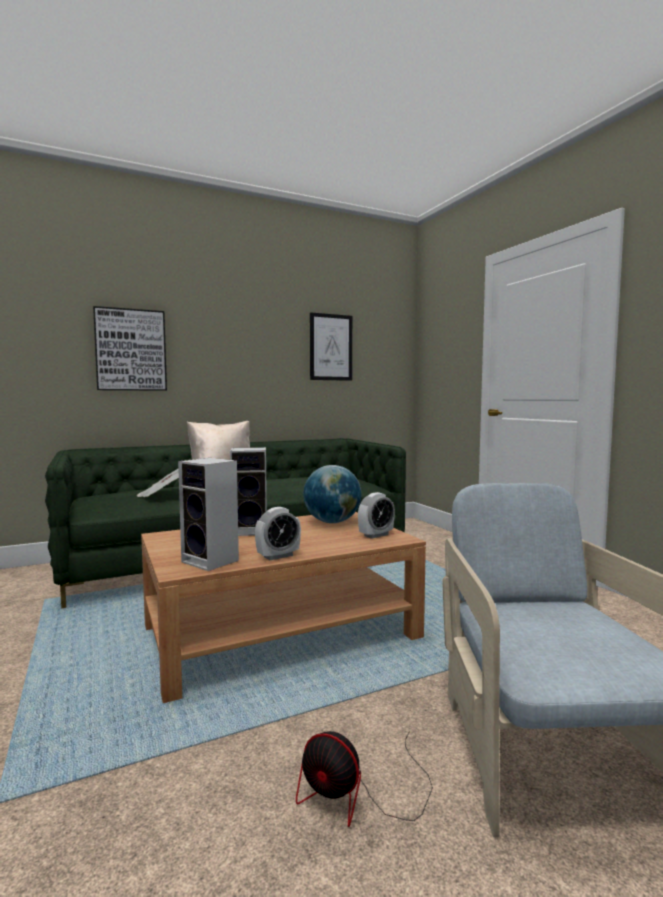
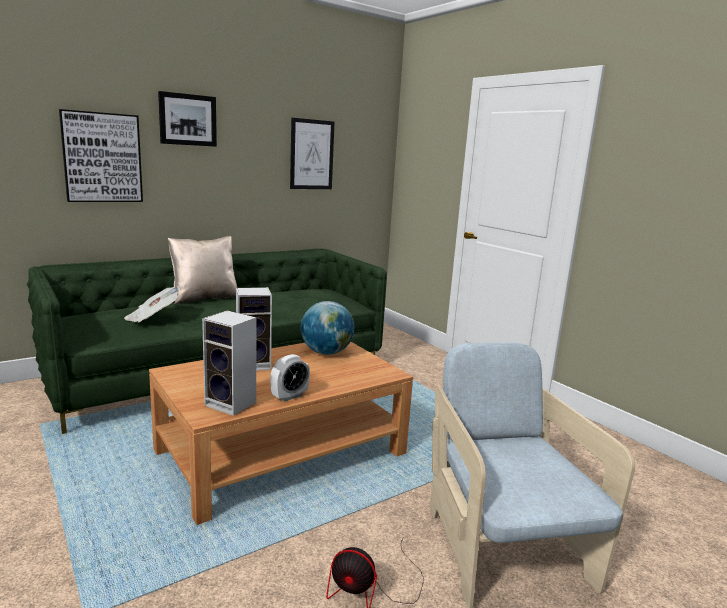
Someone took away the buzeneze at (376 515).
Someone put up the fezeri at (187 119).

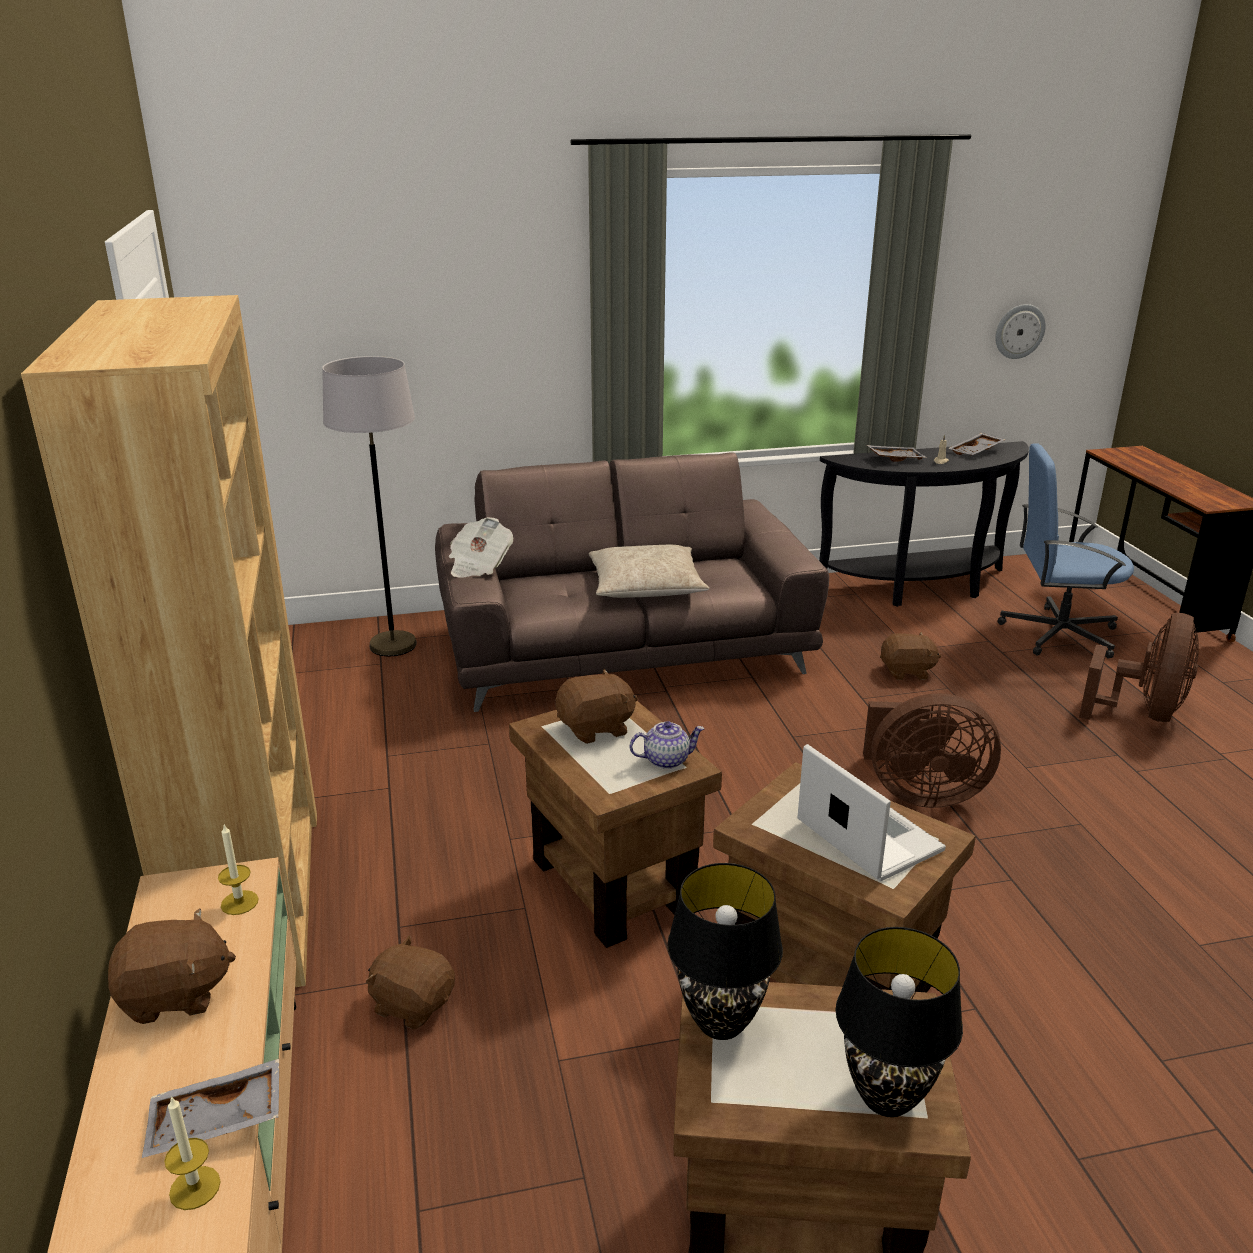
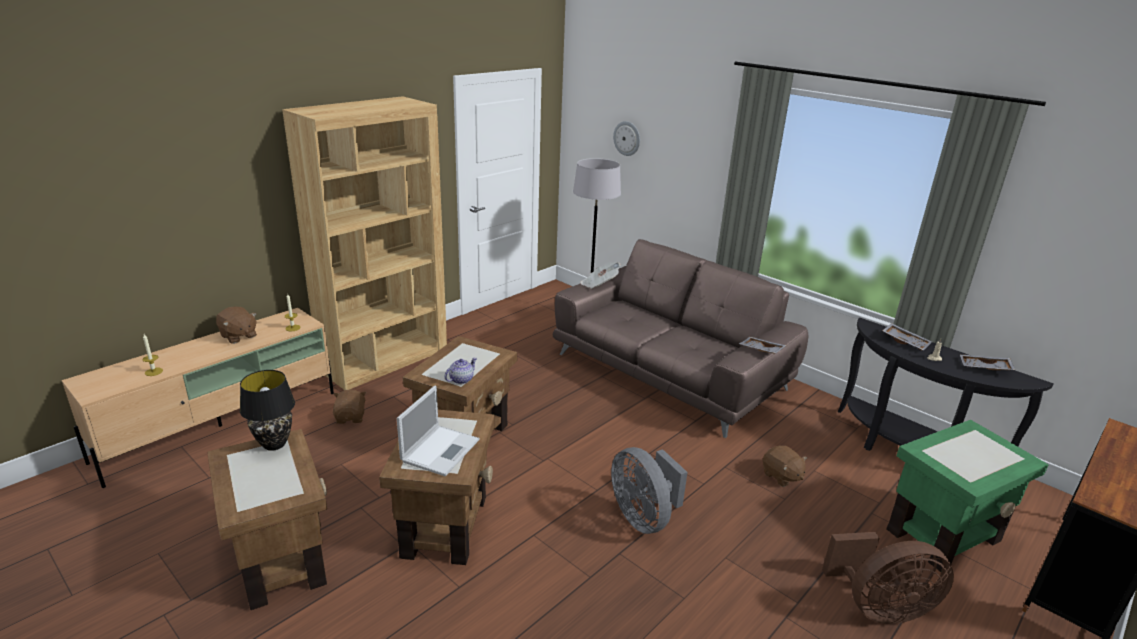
Someone carried the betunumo from (1020 331) to (626 138).
Someone swapped the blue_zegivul at (1065 550) for the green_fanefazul at (967 496).
Someone took away the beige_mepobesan at (649 571).
Someone took away the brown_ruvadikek at (597 706).
Someone repainted the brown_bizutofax at (932 750), which became the grey_bizutofax at (649 490).
Someone rotated the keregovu at (667 745) by 90 degrees counterclockwise.
Someone took away the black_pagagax at (899 1022).
Someone carried the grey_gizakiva from (210 1108) to (763 345).

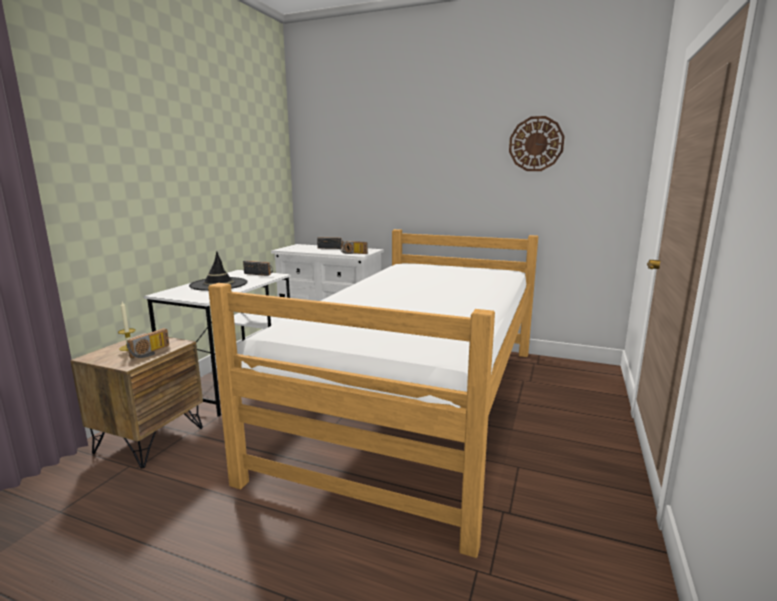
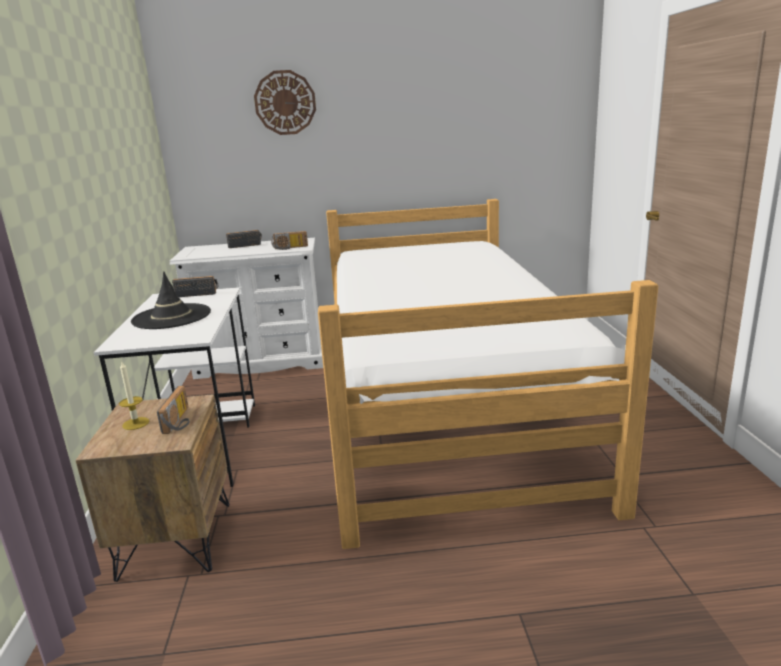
Someone carried the betunumo from (537 143) to (285 102).

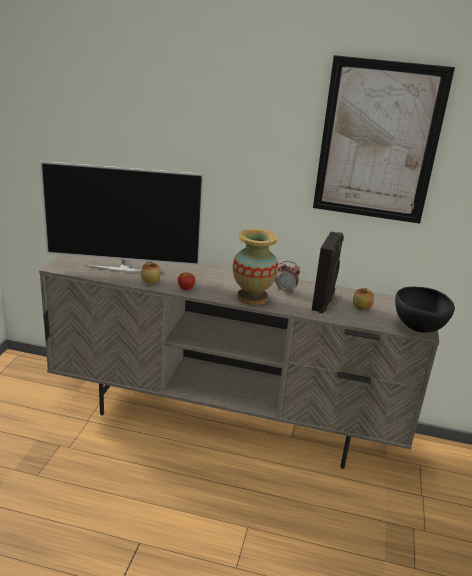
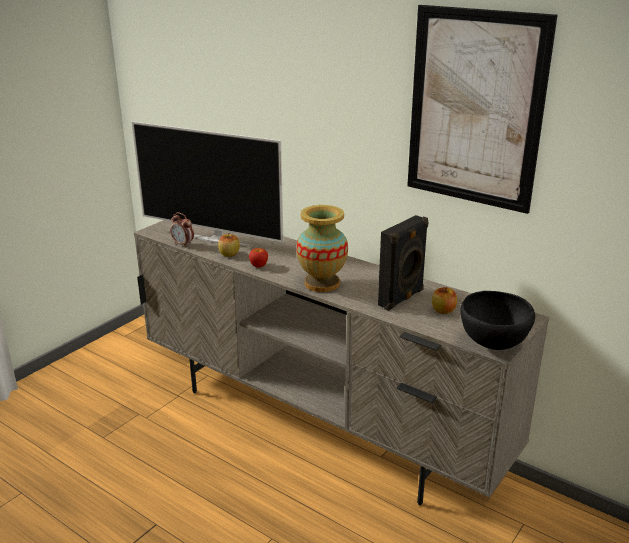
Someone carried the buzeneze from (287 277) to (182 229).

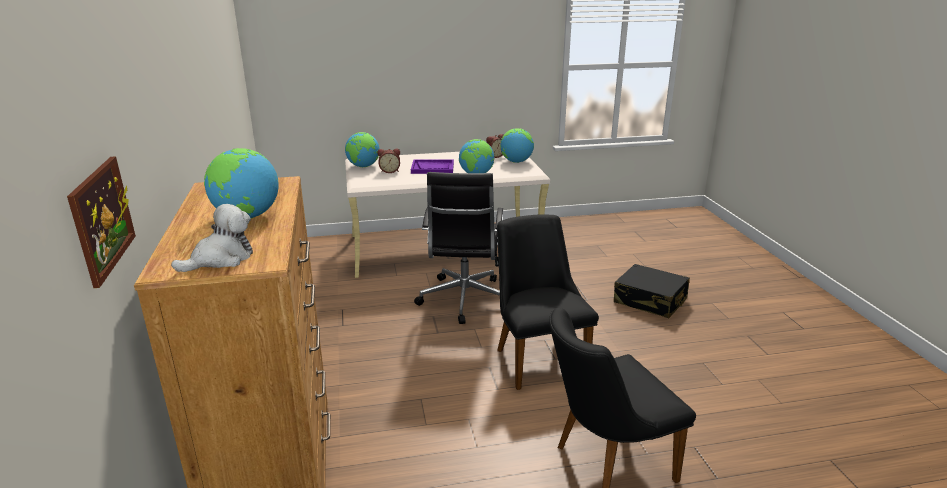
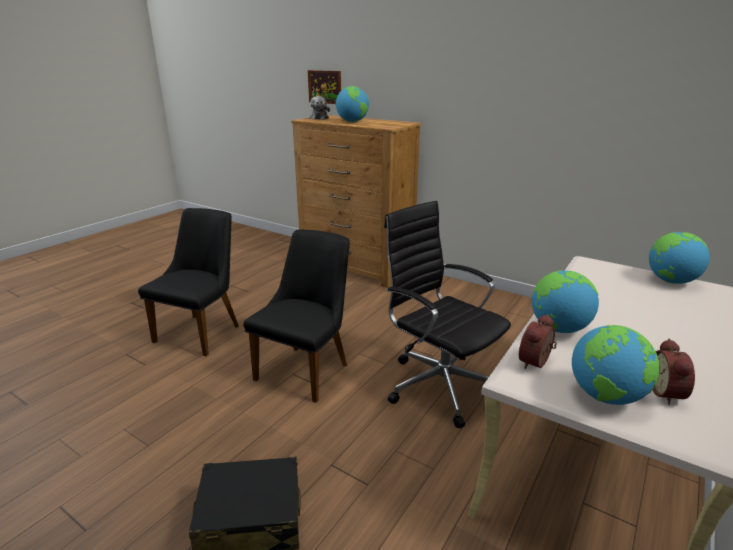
Someone carried the buzeneze from (388 161) to (538 341).
Someone took away the purple_gizakiva at (432 167).
Someone rotated the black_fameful at (548 302) by 90 degrees counterclockwise.

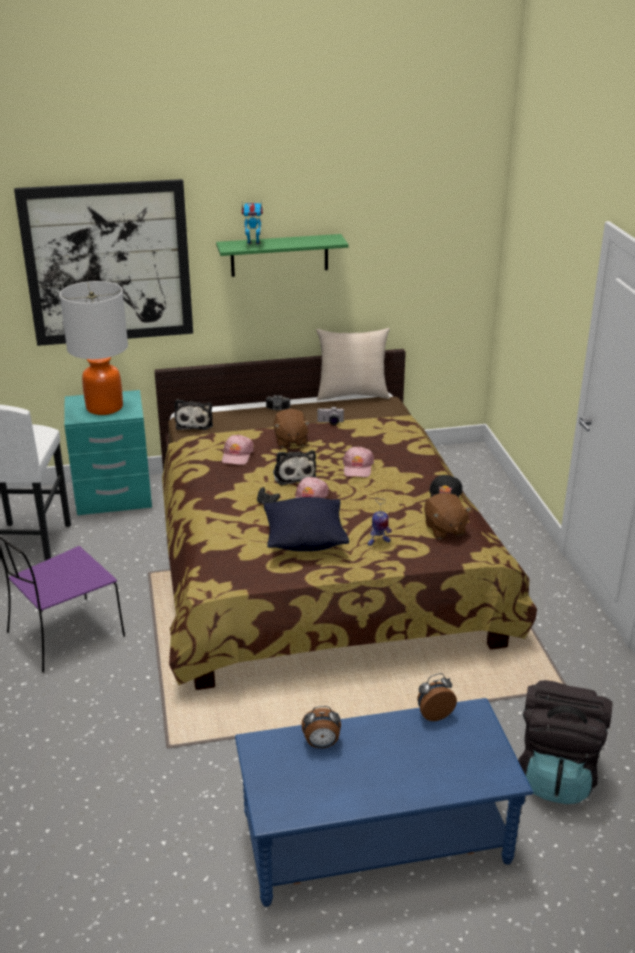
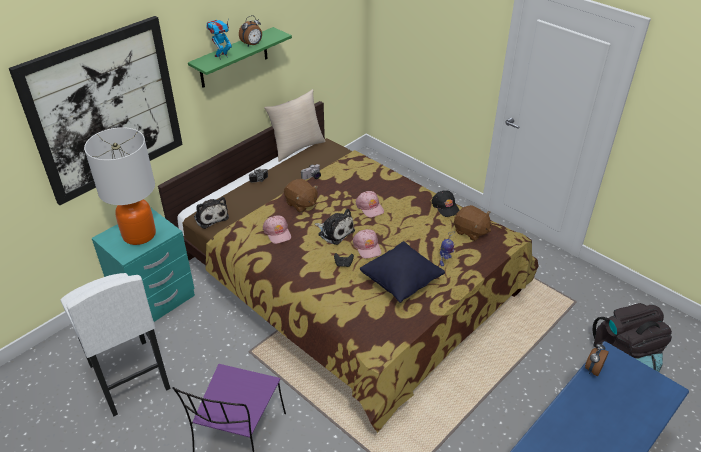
Someone carried the buzeneze from (321 727) to (250 30).

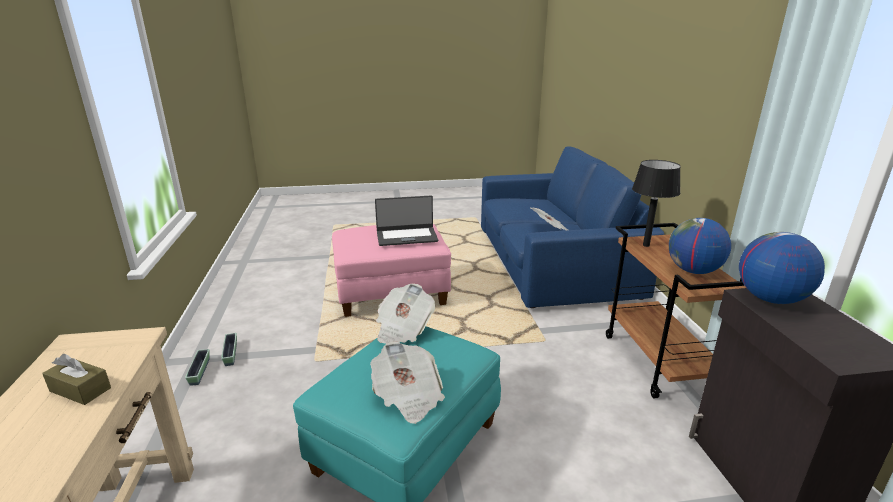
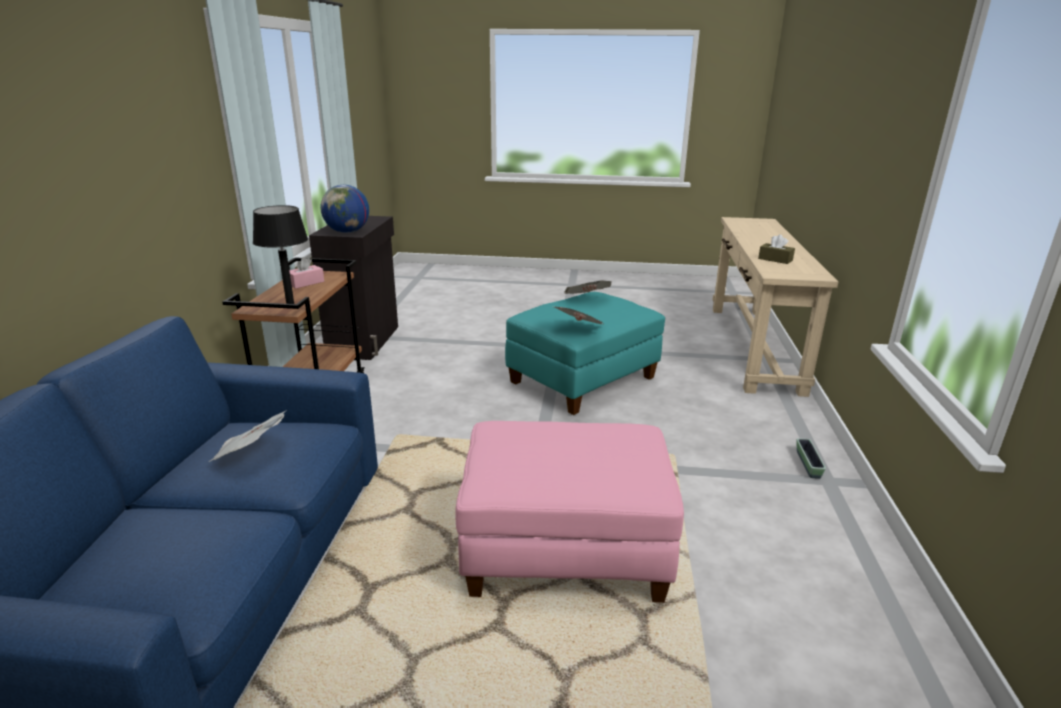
Someone took away the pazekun at (406 220).
Someone swapped the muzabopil at (700 246) for the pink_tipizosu at (306 273).
Someone took away the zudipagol at (229 349).

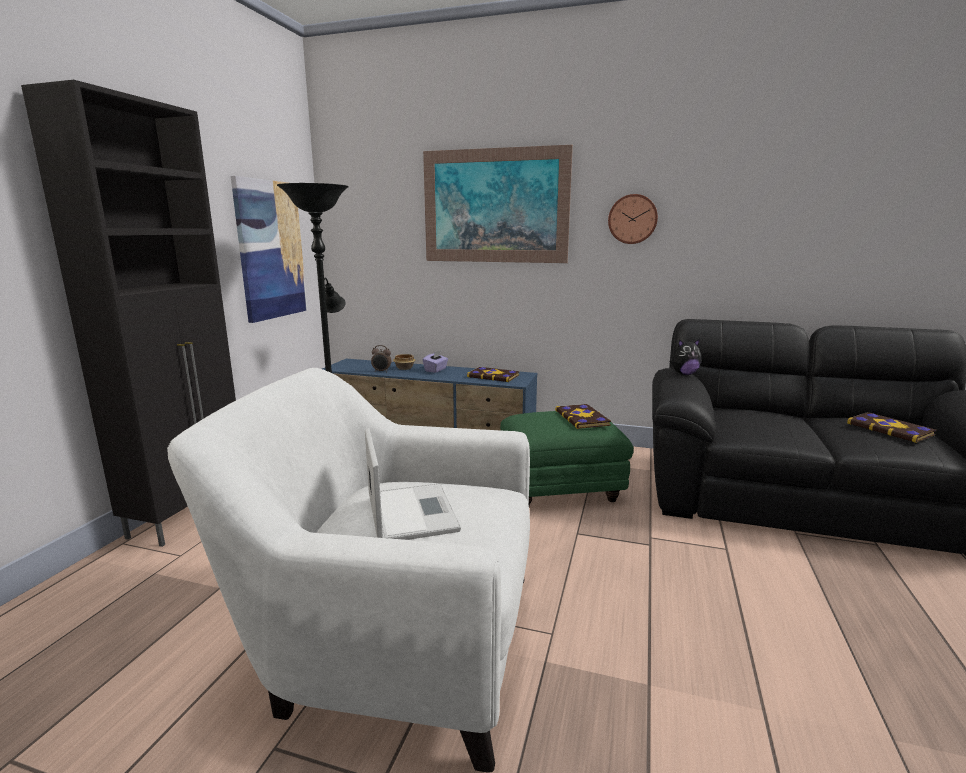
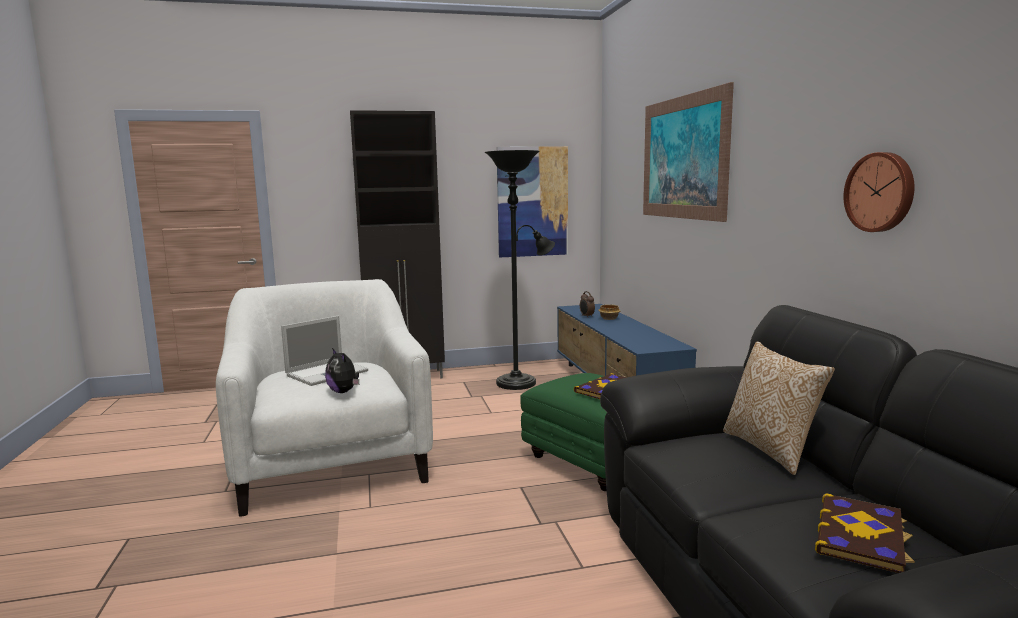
Someone carried the betunumo from (633 219) to (879 192).
Someone carried the ruvadikek from (686 357) to (342 370).
Someone took away the purple_tipizosu at (435 361).
Someone took away the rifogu at (493 374).
Someone put down the mepobesan at (779 408).

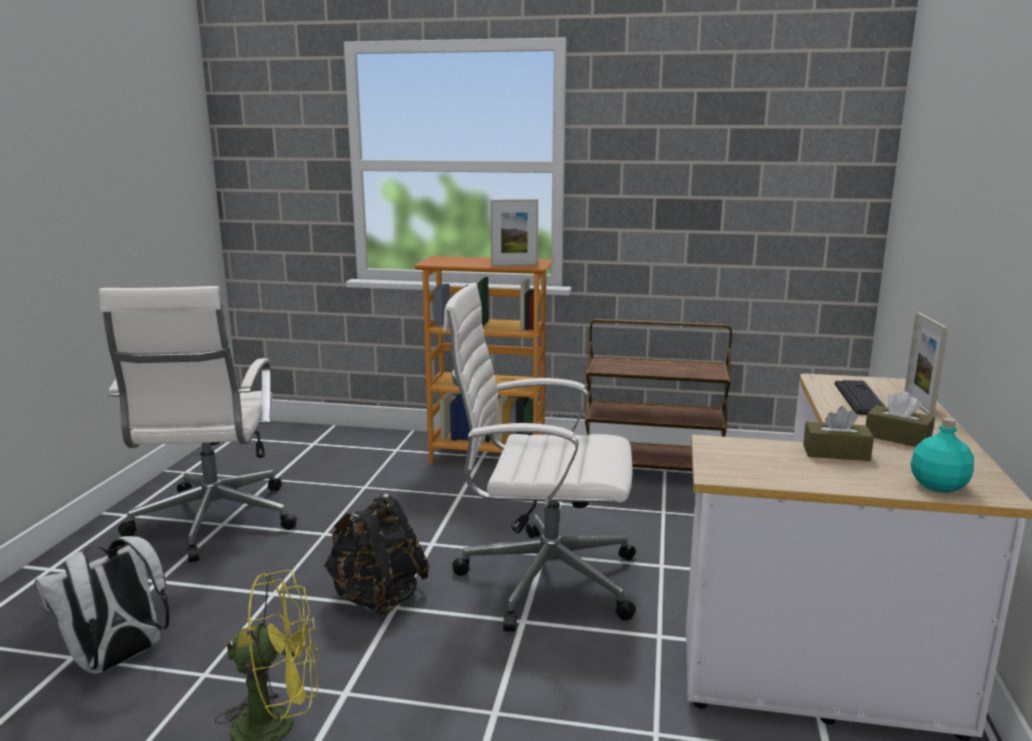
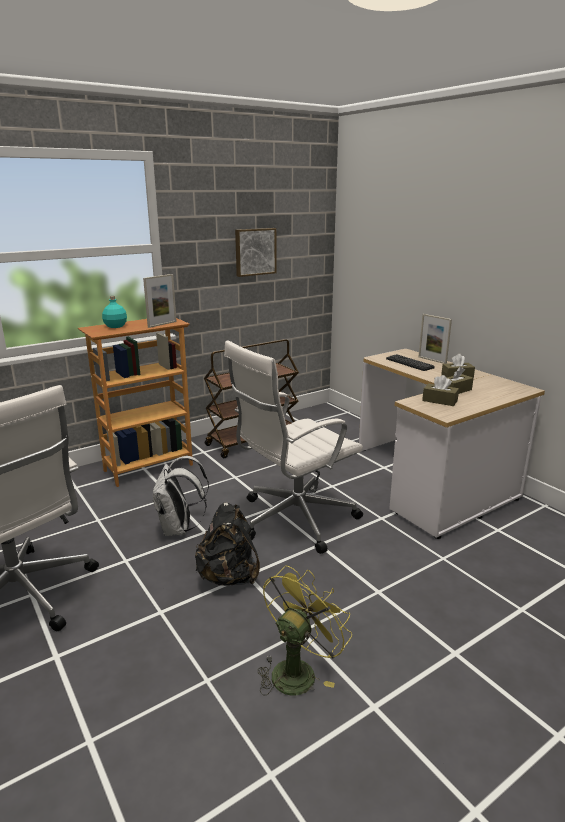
Someone carried the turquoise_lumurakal from (942 455) to (114 312).
Someone carried the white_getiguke from (101 605) to (181 496).
Someone put up the fezeri at (256 252).
Someone put down the brown_tipizosu at (440 390).

